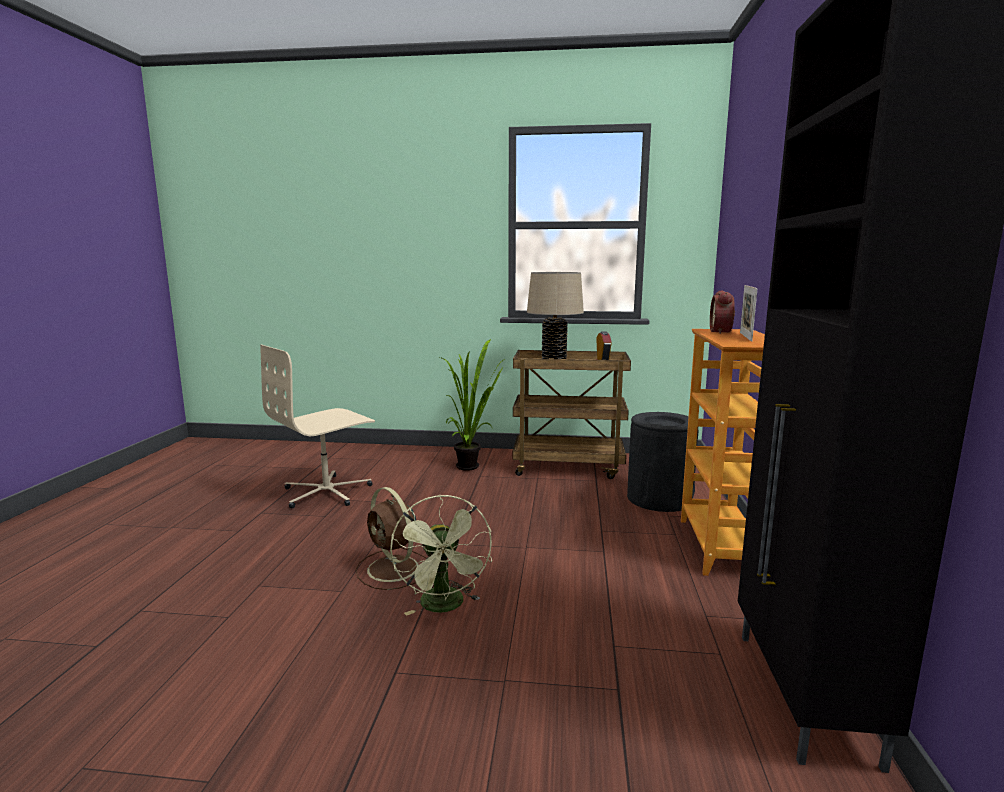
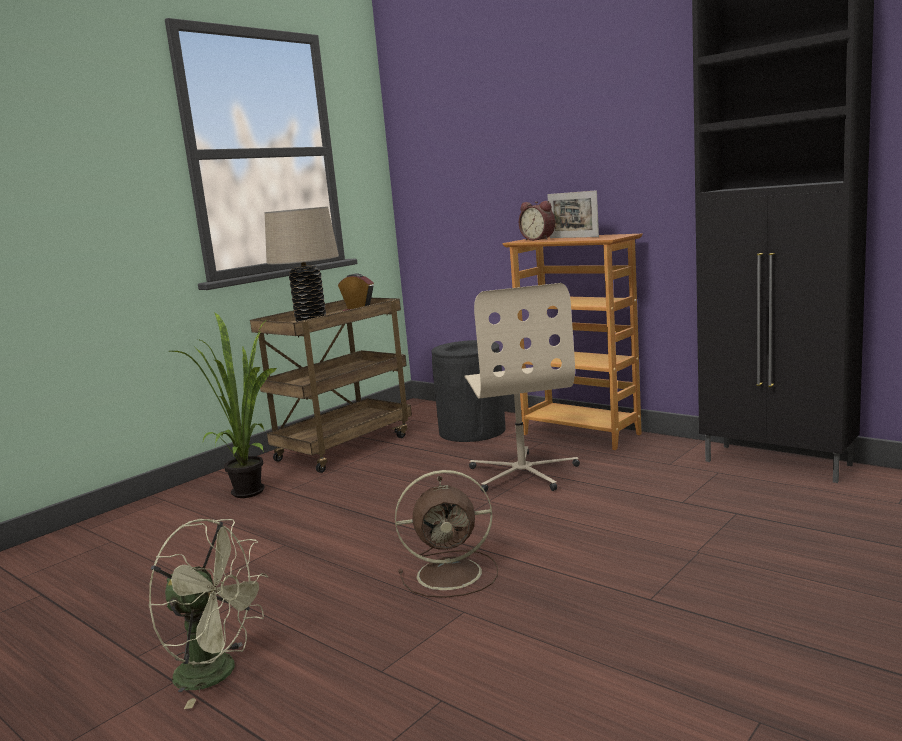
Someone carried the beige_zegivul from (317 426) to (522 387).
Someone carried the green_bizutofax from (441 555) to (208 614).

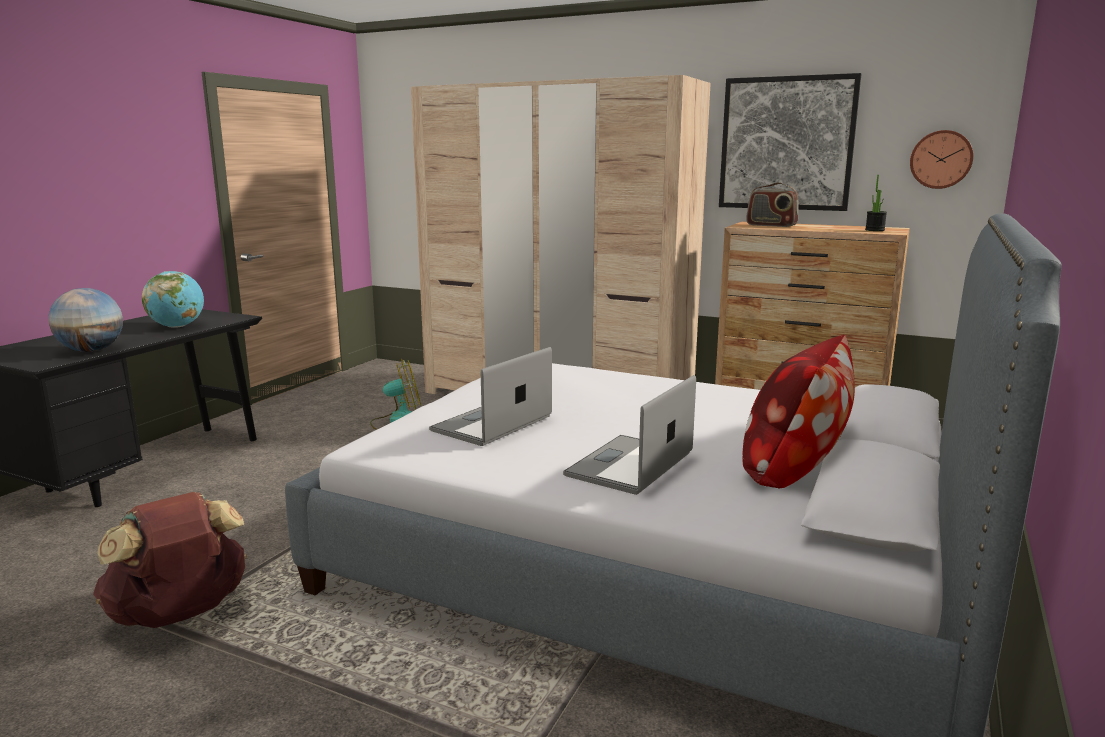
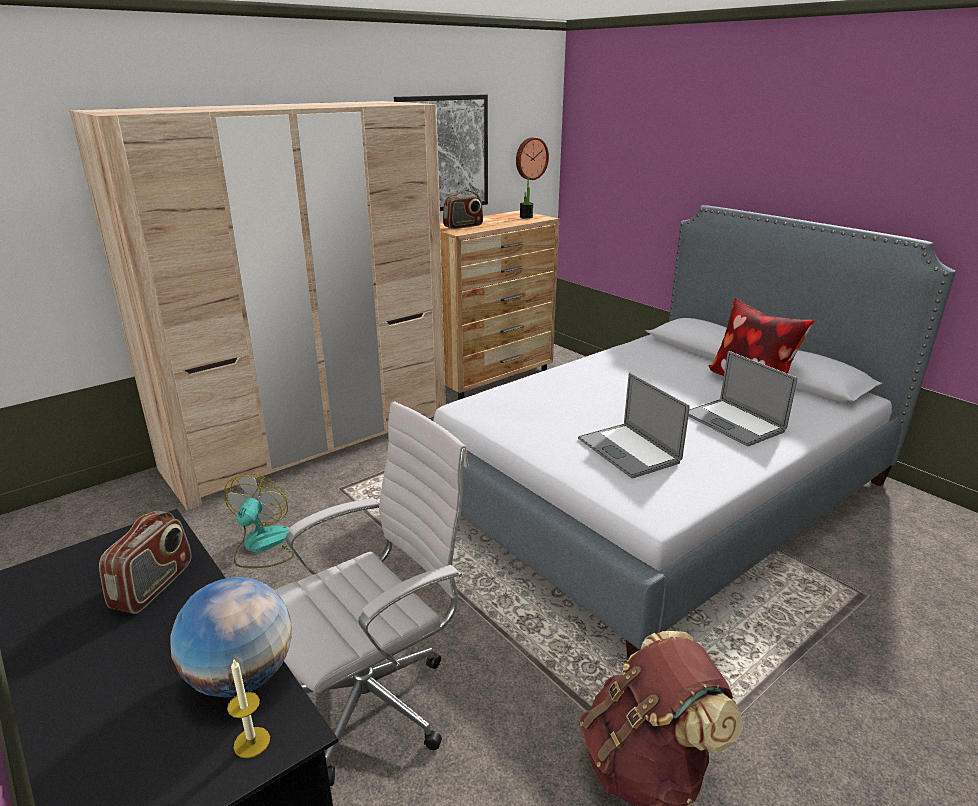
Someone swapped the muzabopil at (173 299) for the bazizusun at (145 562).
Someone put down the white_zegivul at (372 593).
Someone put down the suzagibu at (248 708).

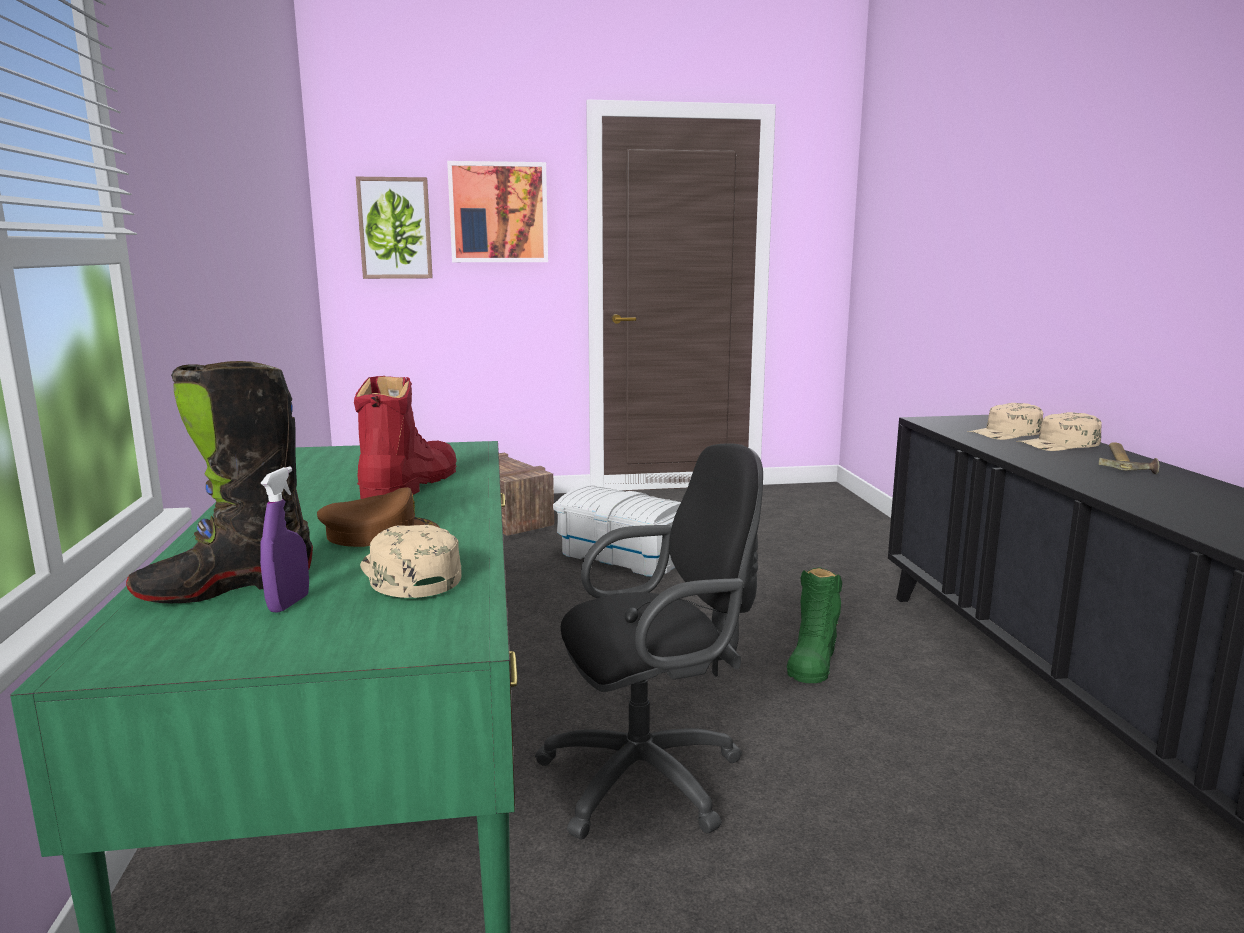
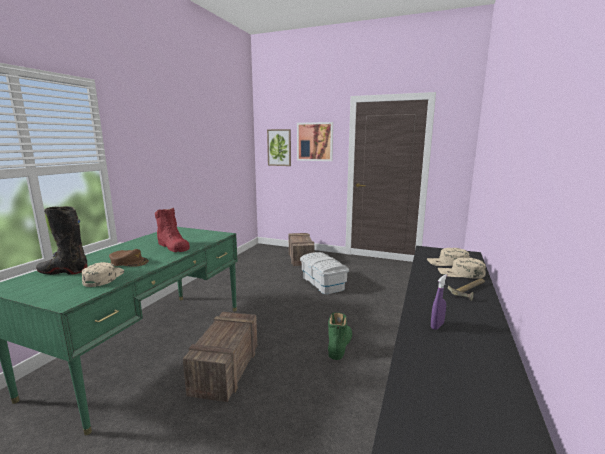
Someone rotated the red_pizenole at (405 437) by 90 degrees clockwise.
Someone swapped the black_zegivul at (649 641) for the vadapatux at (220 357).
Someone carried the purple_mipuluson from (284 539) to (439 302).
Someone rotated the green_pizenole at (814 625) by 150 degrees clockwise.

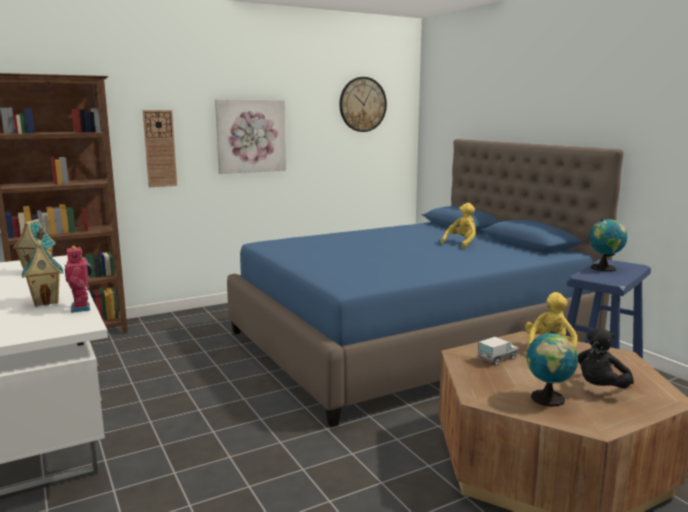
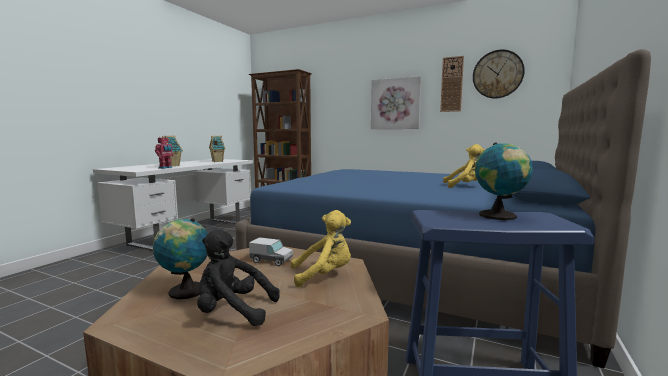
Someone carried the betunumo from (160 148) to (452 84).

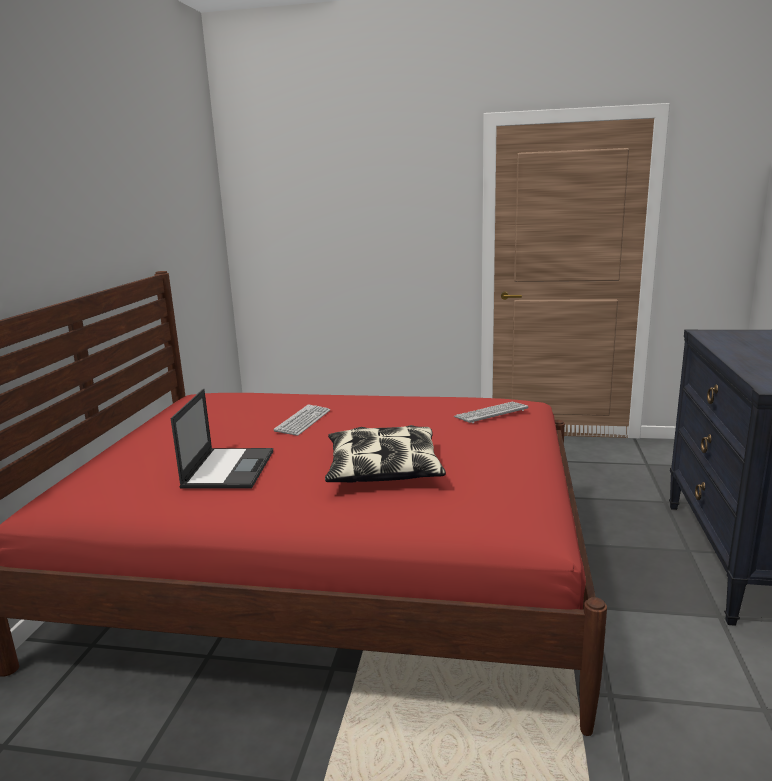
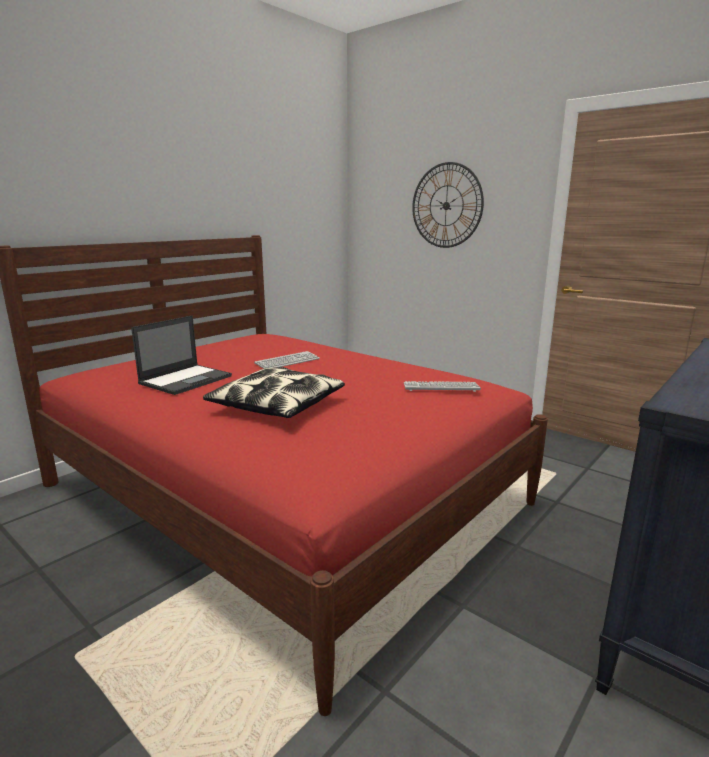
Someone put up the betunumo at (448 205).

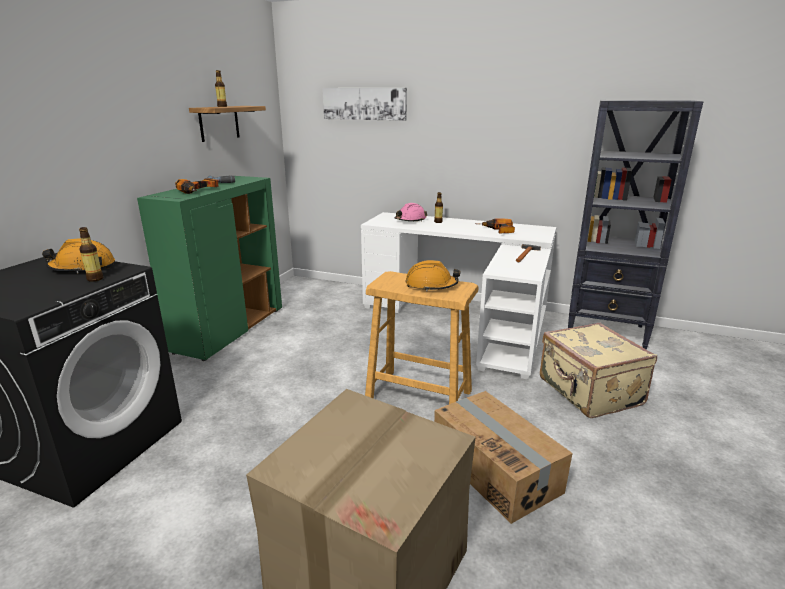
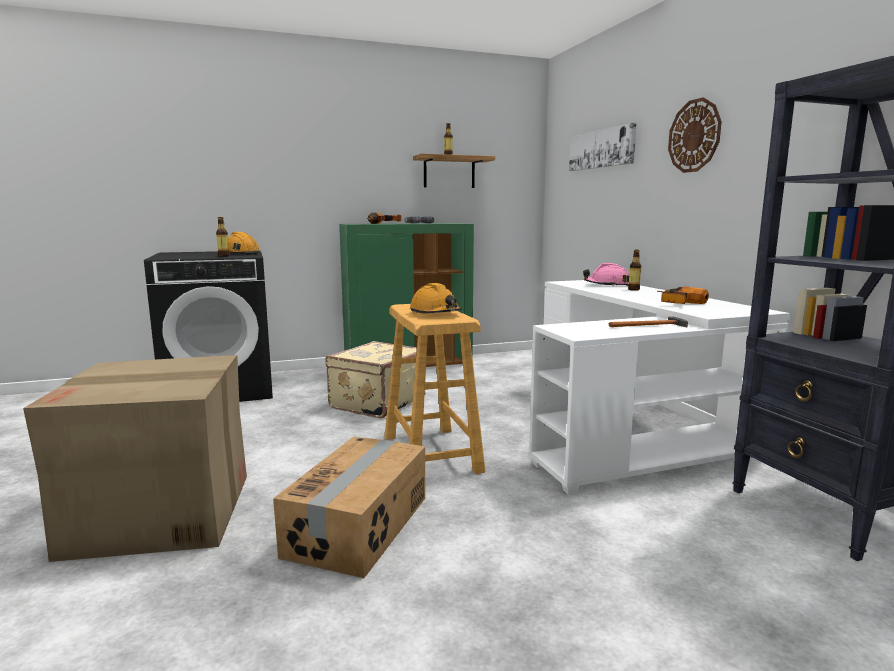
Someone carried the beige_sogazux from (598 370) to (371 379).
Someone put up the betunumo at (695 135).

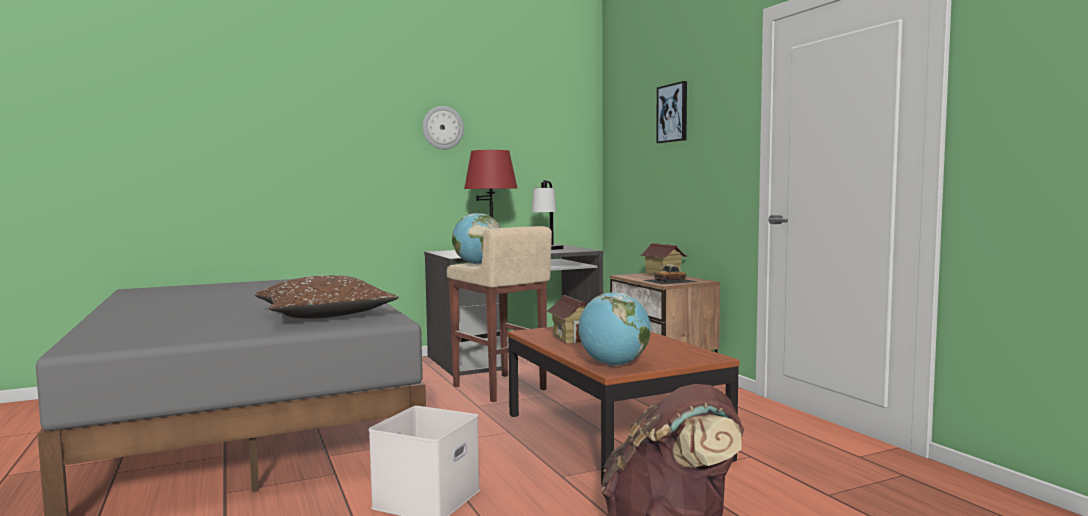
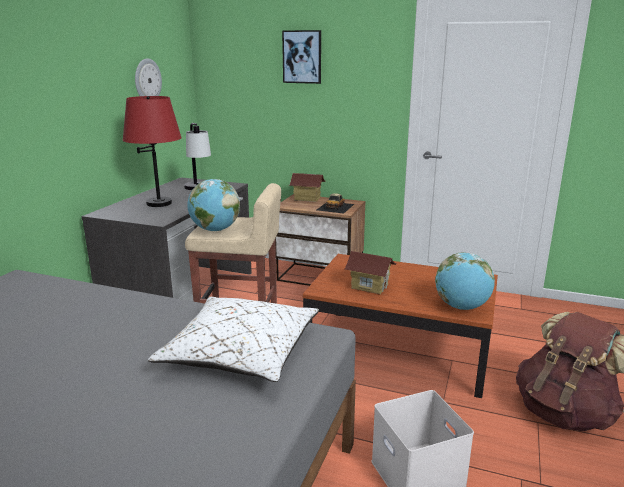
Someone carried the betunumo from (443 127) to (148 77).
Someone repainted the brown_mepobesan at (327 297), which became the white_mepobesan at (233 339).

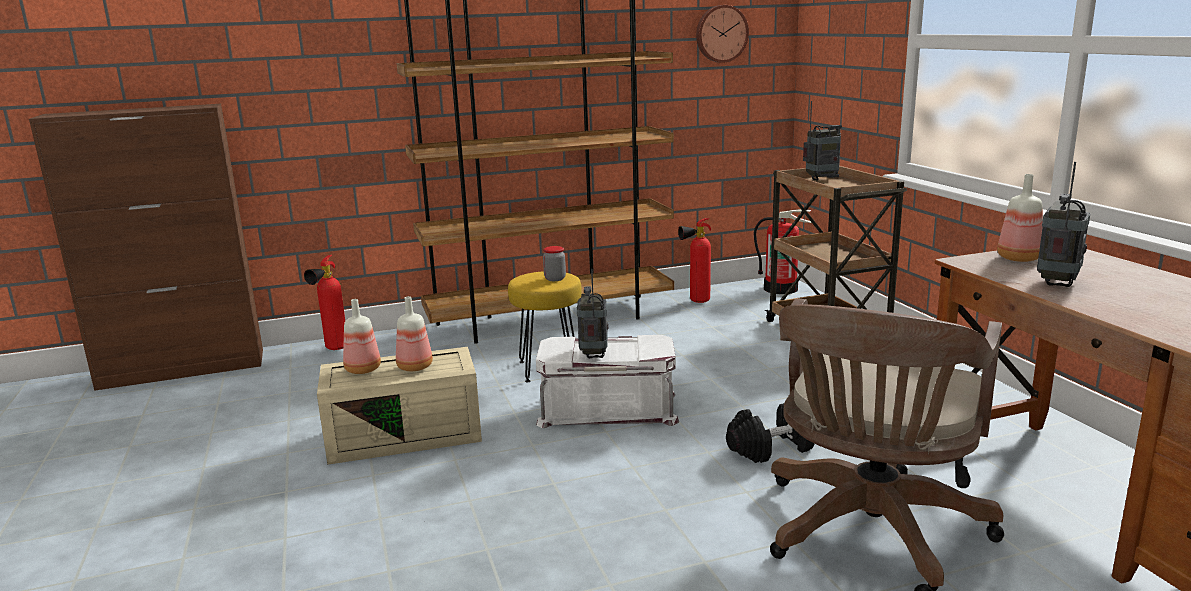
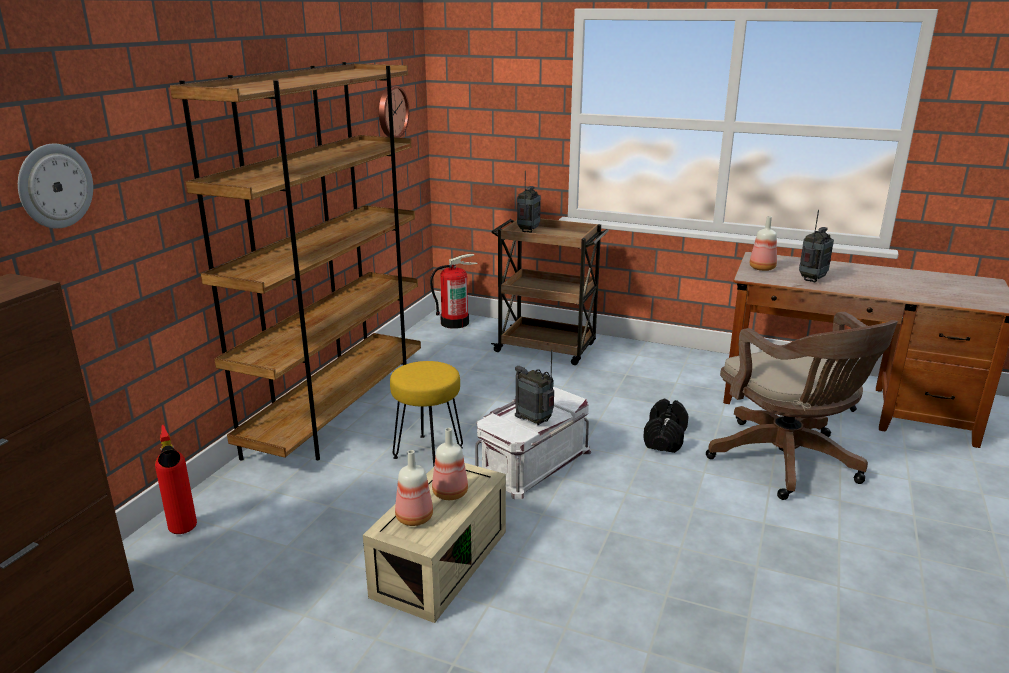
Someone rotated the bazizusun at (1064 224) by 60 degrees clockwise.
Someone took away the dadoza at (694 260).
Someone took away the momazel at (554 263).
Someone put up the betunumo at (55 186).

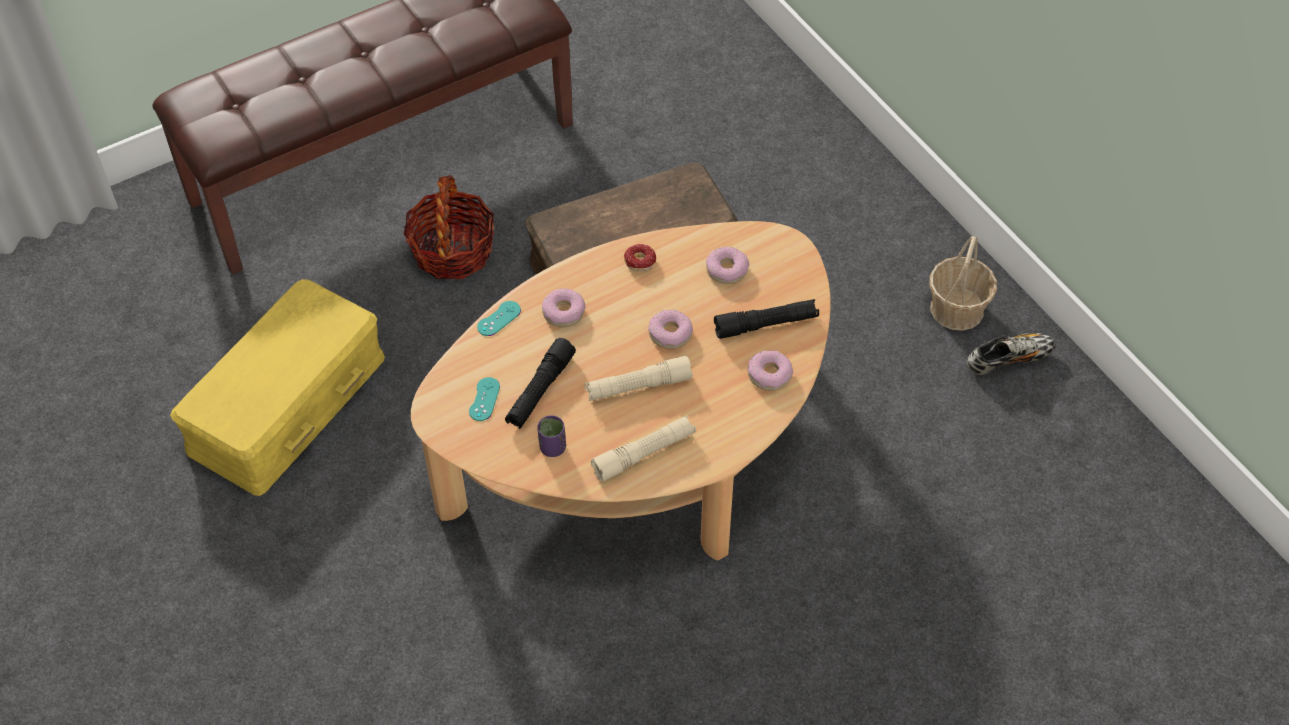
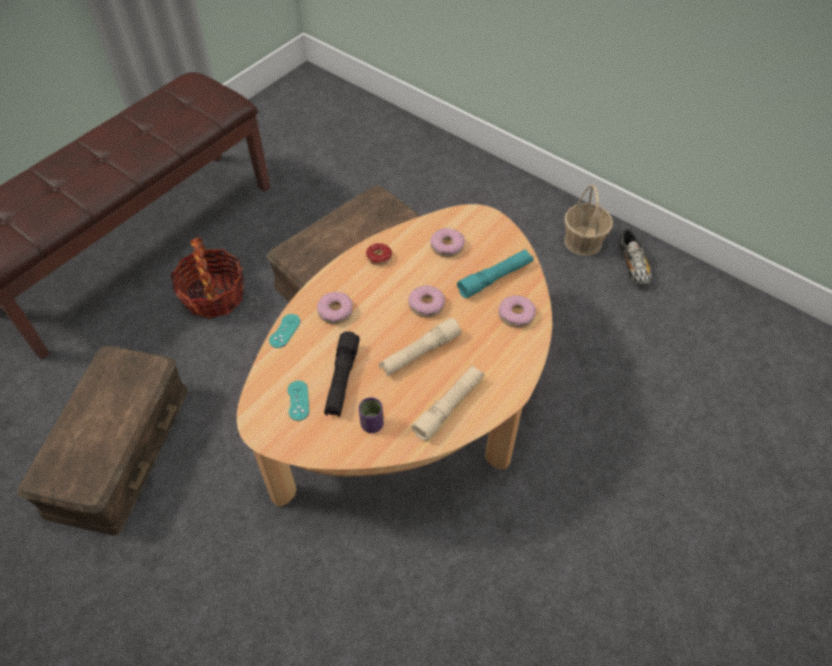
Someone repainted the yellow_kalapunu at (277 387), which became the brown_kalapunu at (102 440).
Someone repainted the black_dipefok at (766 319), which became the turquoise_dipefok at (495 273).
Someone rotated the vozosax at (1011 354) by 120 degrees clockwise.

